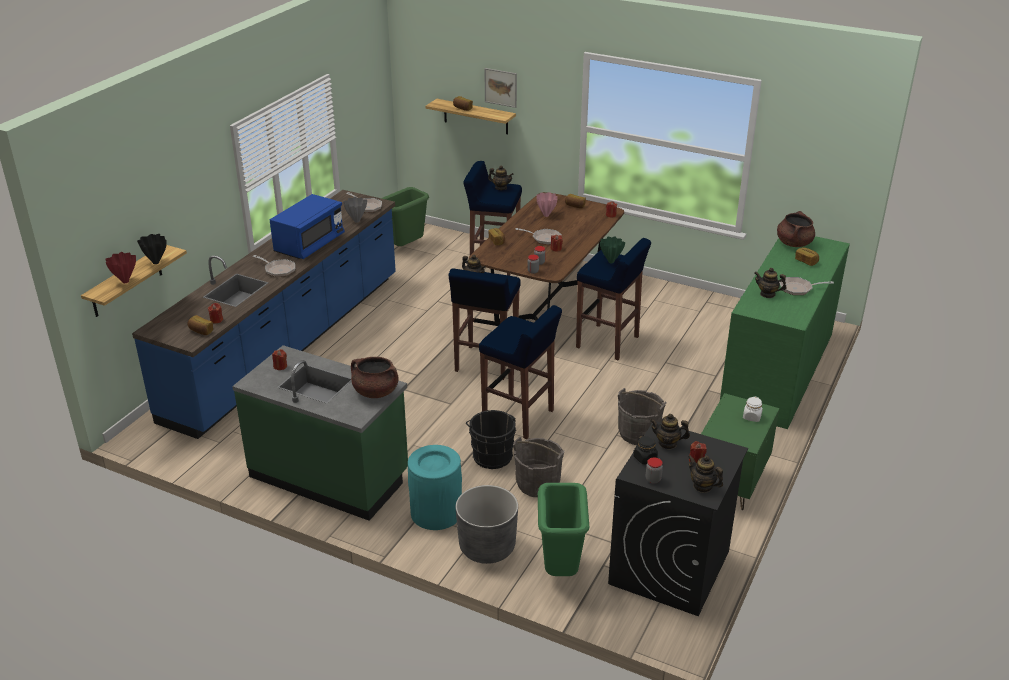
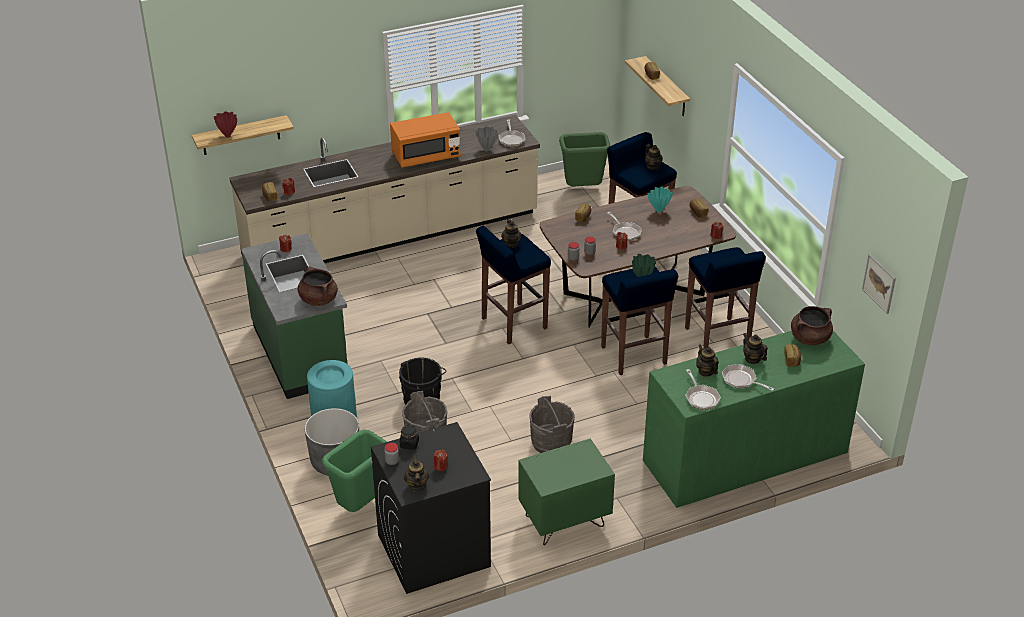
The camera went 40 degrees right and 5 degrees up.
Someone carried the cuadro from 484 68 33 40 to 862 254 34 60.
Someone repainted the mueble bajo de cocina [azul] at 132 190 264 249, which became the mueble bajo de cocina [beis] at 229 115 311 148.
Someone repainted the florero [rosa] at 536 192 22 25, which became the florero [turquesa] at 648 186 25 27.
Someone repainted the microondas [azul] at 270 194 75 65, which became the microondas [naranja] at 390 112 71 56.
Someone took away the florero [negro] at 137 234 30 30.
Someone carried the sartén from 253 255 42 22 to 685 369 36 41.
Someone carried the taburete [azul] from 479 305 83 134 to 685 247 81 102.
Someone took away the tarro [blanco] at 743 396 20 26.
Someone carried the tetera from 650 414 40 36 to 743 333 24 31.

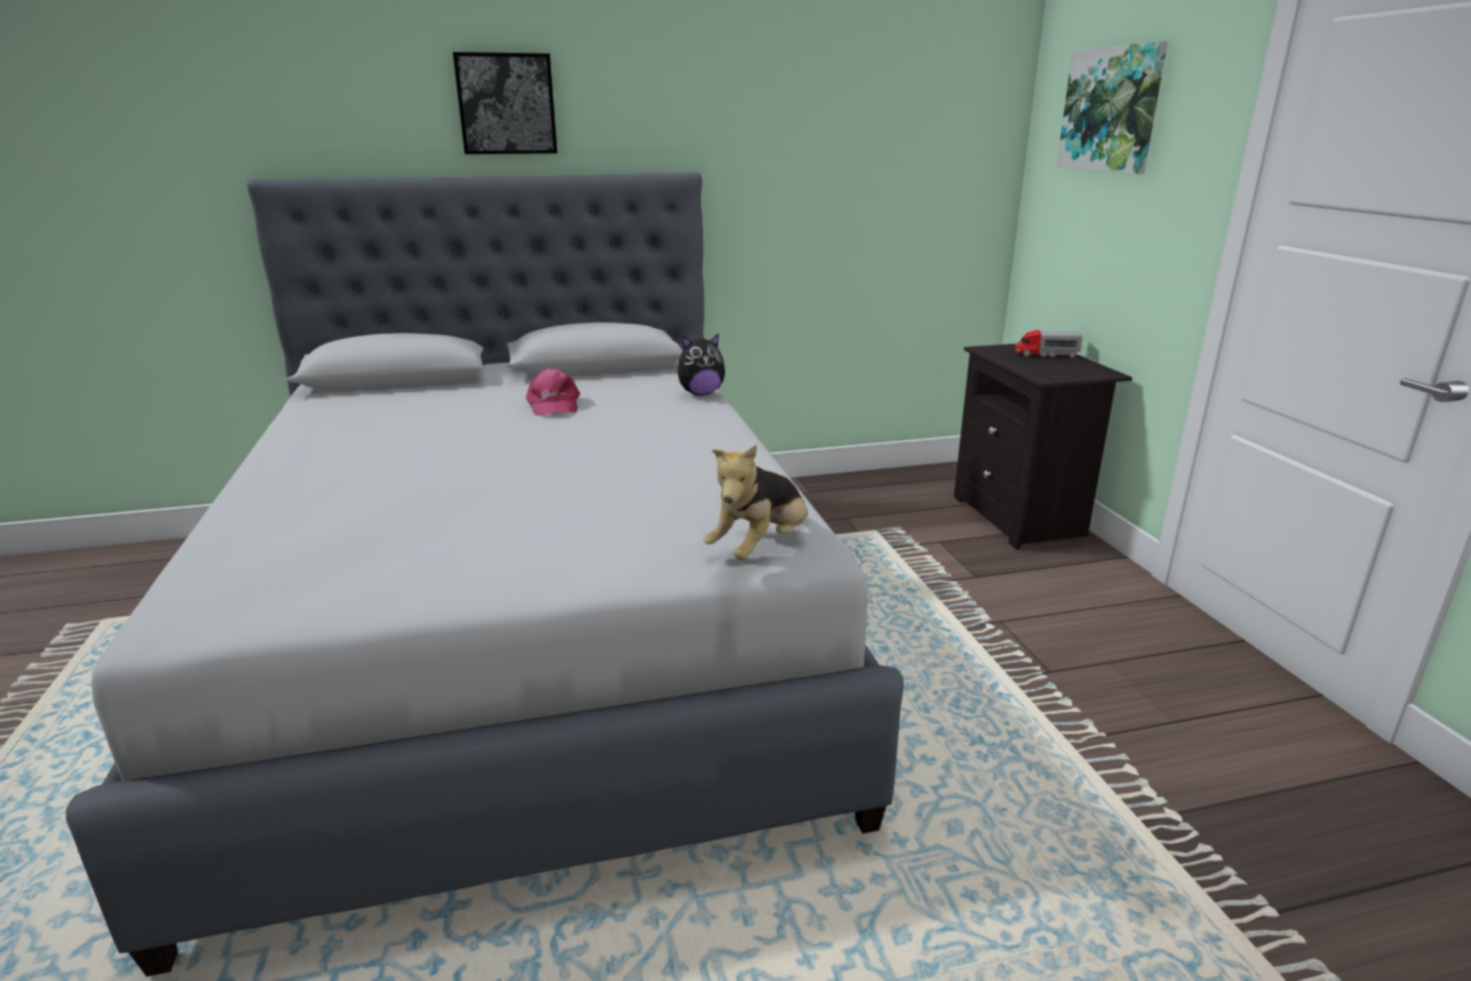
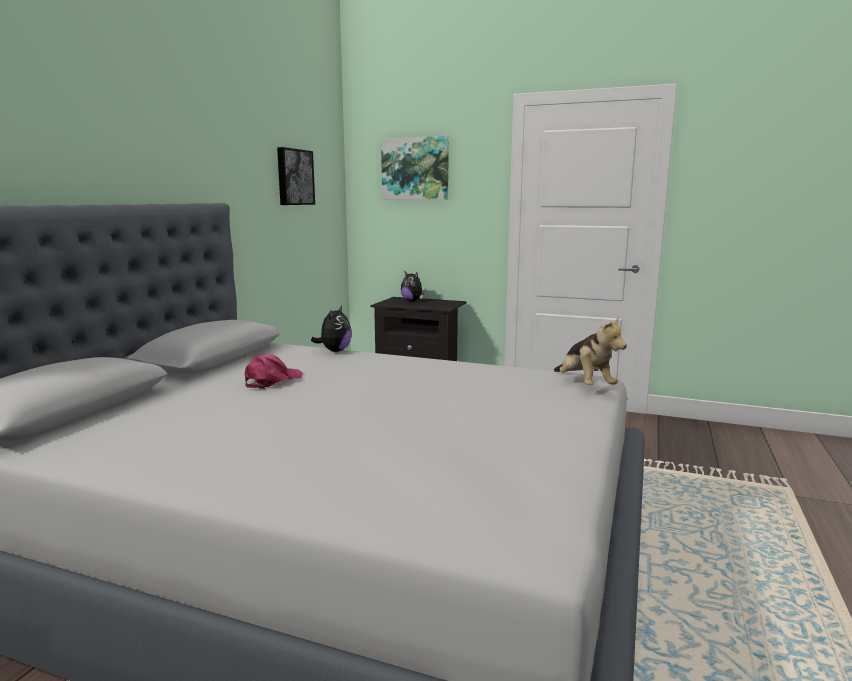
The camera went 55 degrees left and 10 degrees down.
Someone carried the cuadro from 453 52 104 102 to 277 147 38 58.
Someone swapped the camión de juguete at 1015 330 68 28 for the peluche at 401 272 25 29.
Someone rotated the gorra [rosa] at 526 368 54 47 by 75 degrees counterclockwise.

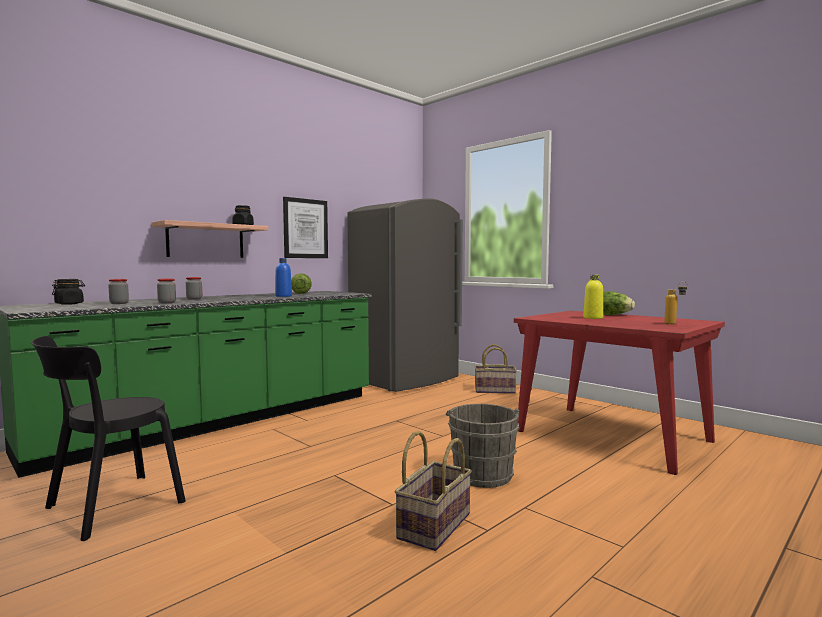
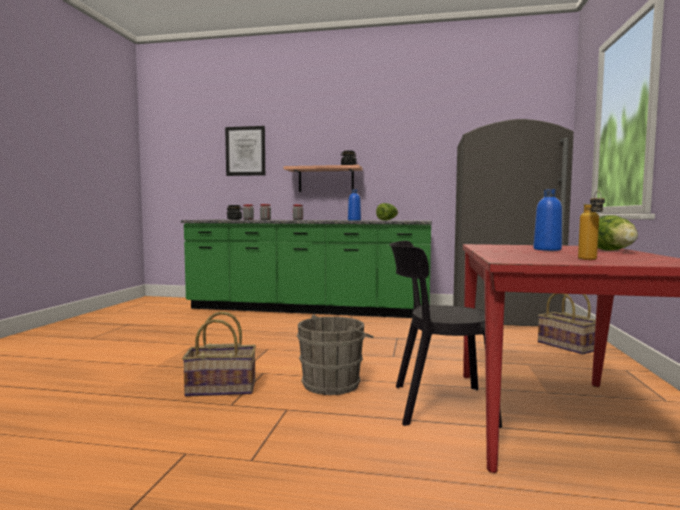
The camera went 55 degrees right and 0 degrees up.
Someone carried the cuadro from 283 197 45 61 to 225 126 40 50.
Someone repainted the botella [amarillo] at 584 275 19 44, which became the botella [azul] at 533 189 29 62.
Someone carried the silla [negro] from 31 336 155 205 to 389 241 113 187.

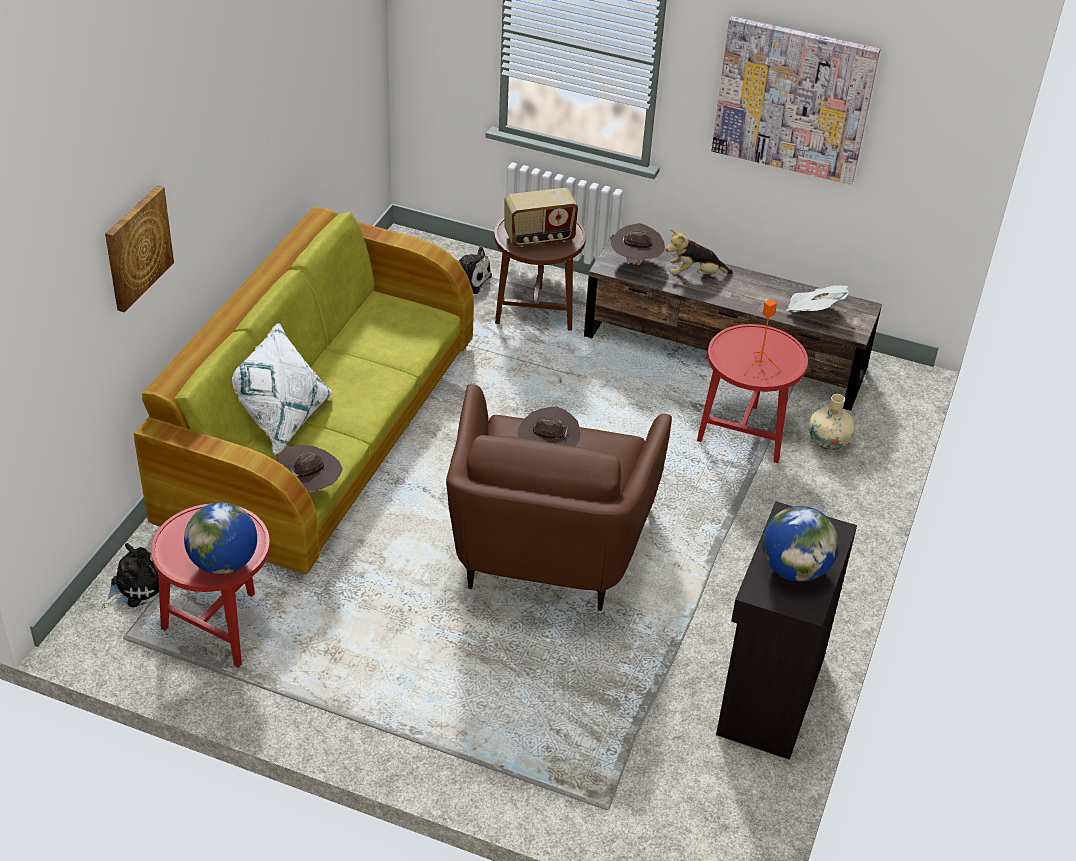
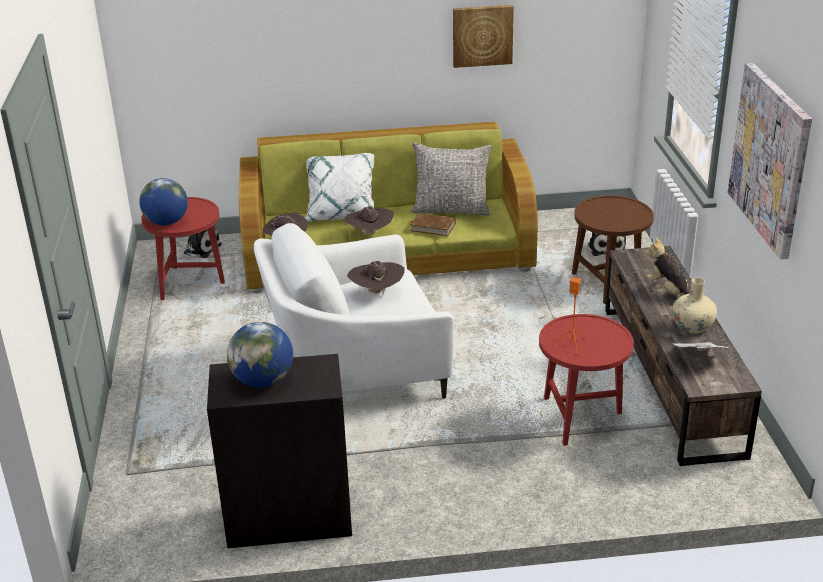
The camera went 65 degrees right and 10 degrees down.
Someone carried the cuadro from 105 185 69 127 to 453 5 61 63.
Someone took away the radio at 504 188 74 59.
Someone carried the sombrero [marrón] from 611 223 54 42 to 344 206 50 29.
Someone repainted the sillón [marrón] at 446 384 226 227, which became the sillón [blanco] at 254 223 200 176.
Someone carried the florero [beis] from 809 394 46 56 to 672 278 45 56.
Someone put down the cojín [gris] at 411 142 81 74.
Someone put down the libro [marrón] at 410 213 46 23.

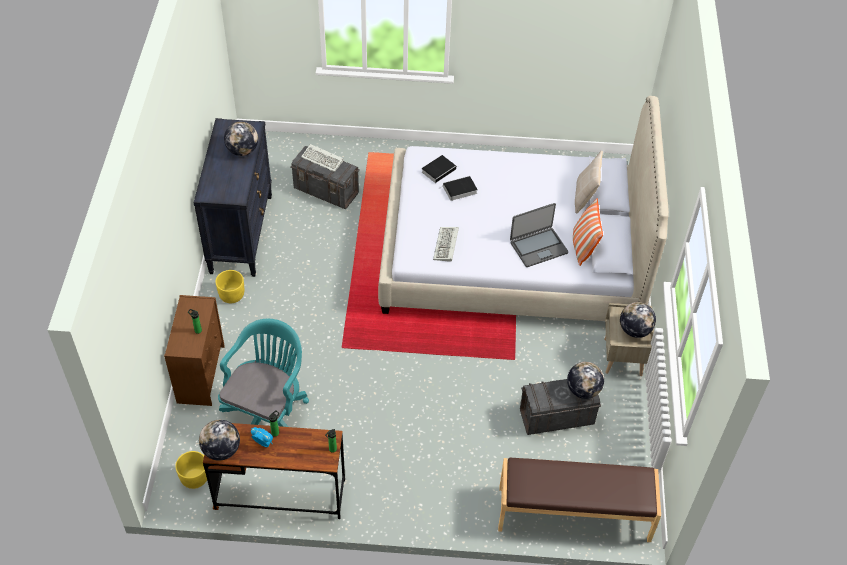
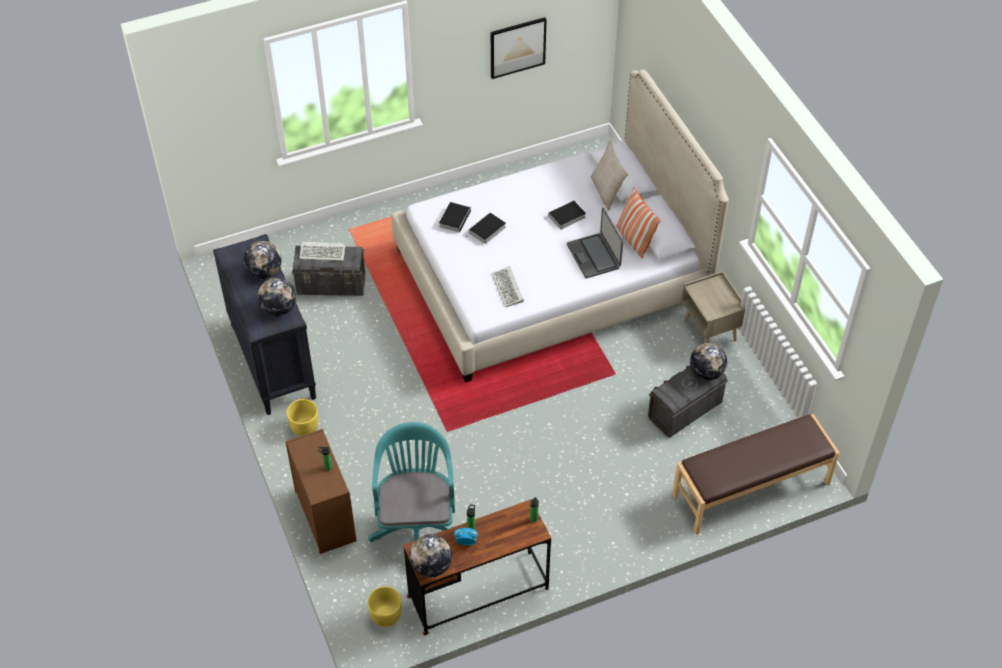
The camera went 25 degrees left and 0 degrees up.
Someone rotated the portátil at 510 203 58 64 by 120 degrees clockwise.
Someone carried the globo terráqueo from 620 302 36 36 to 258 278 38 38.
Someone put up the cuadro at 491 17 56 62.
Someone put down the libro at 546 200 40 30.

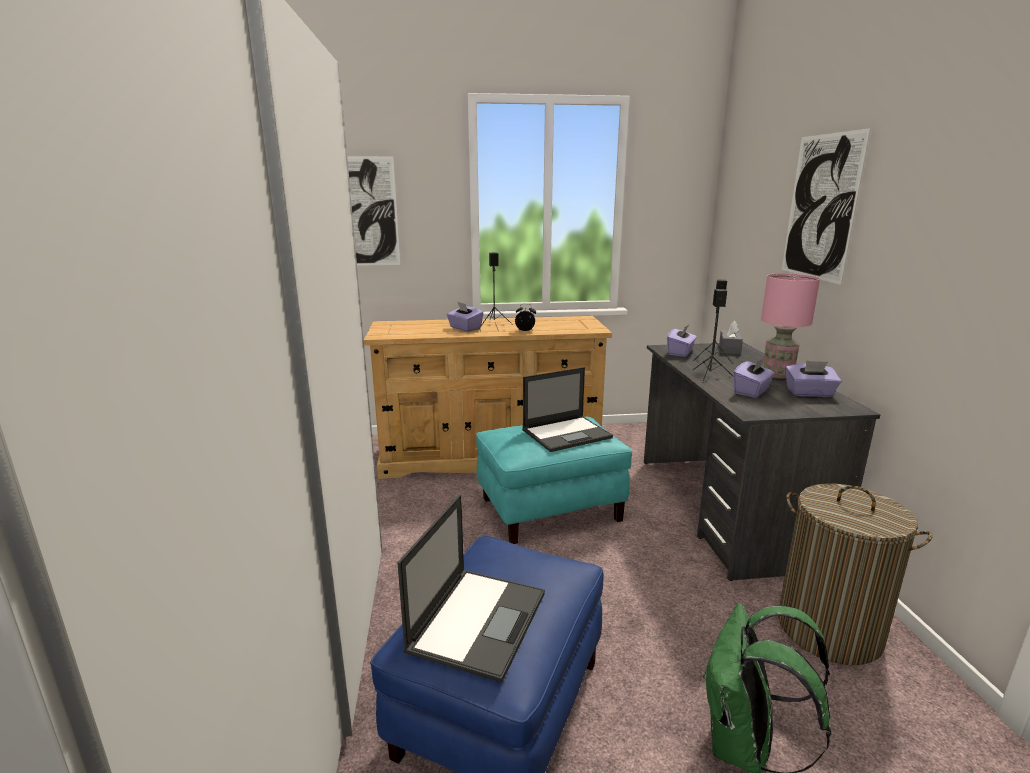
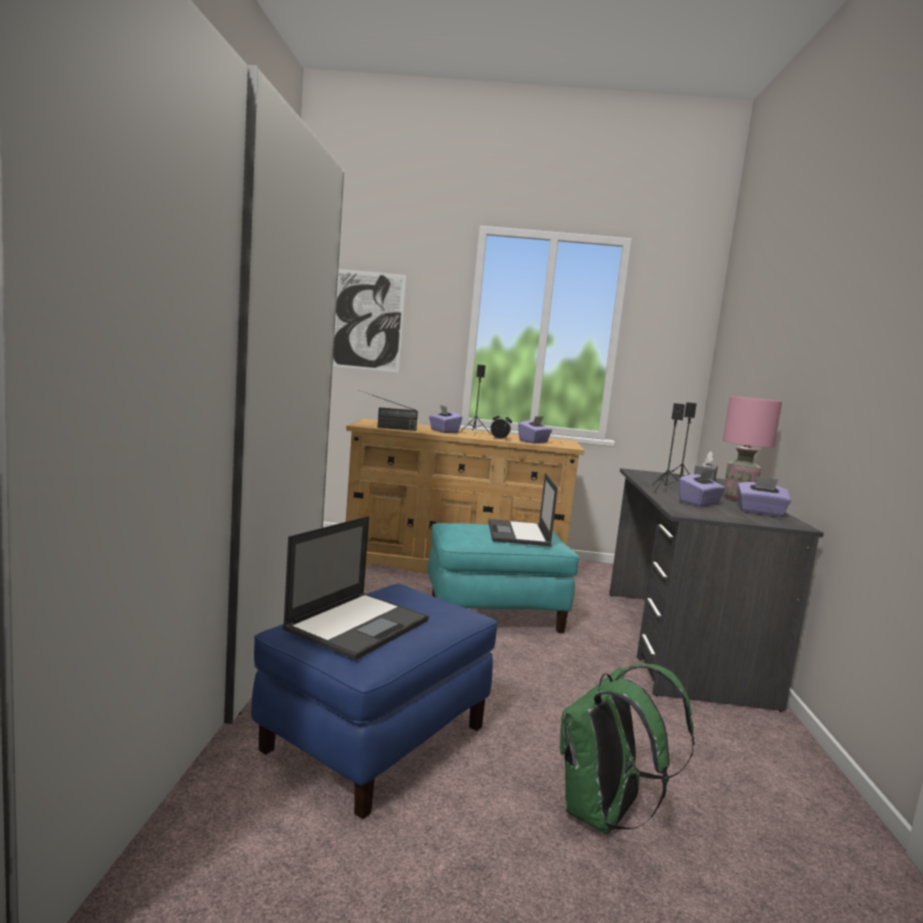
The camera went 10 degrees right and 10 degrees down.
Someone took away the cuadro at 782 128 89 157.
Someone carried the caja de pañuelos [morado] from 667 325 30 32 to 518 416 34 28.
Someone rotated the portátil at 522 367 91 85 by 105 degrees clockwise.
Someone took away the cesto de la ropa at 778 484 155 181.
Someone put down the radio at 359 390 59 41.

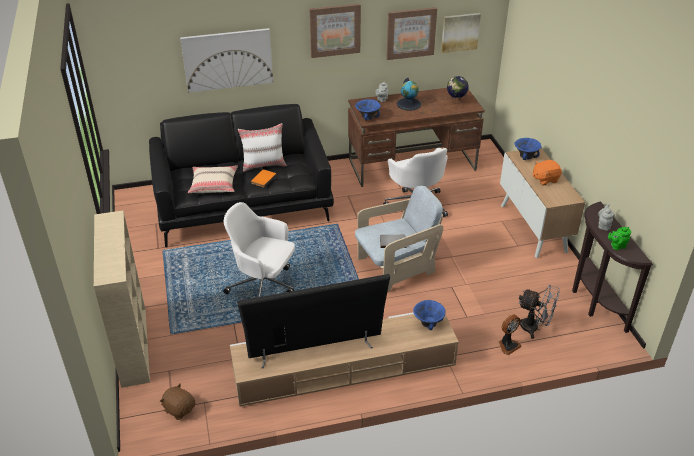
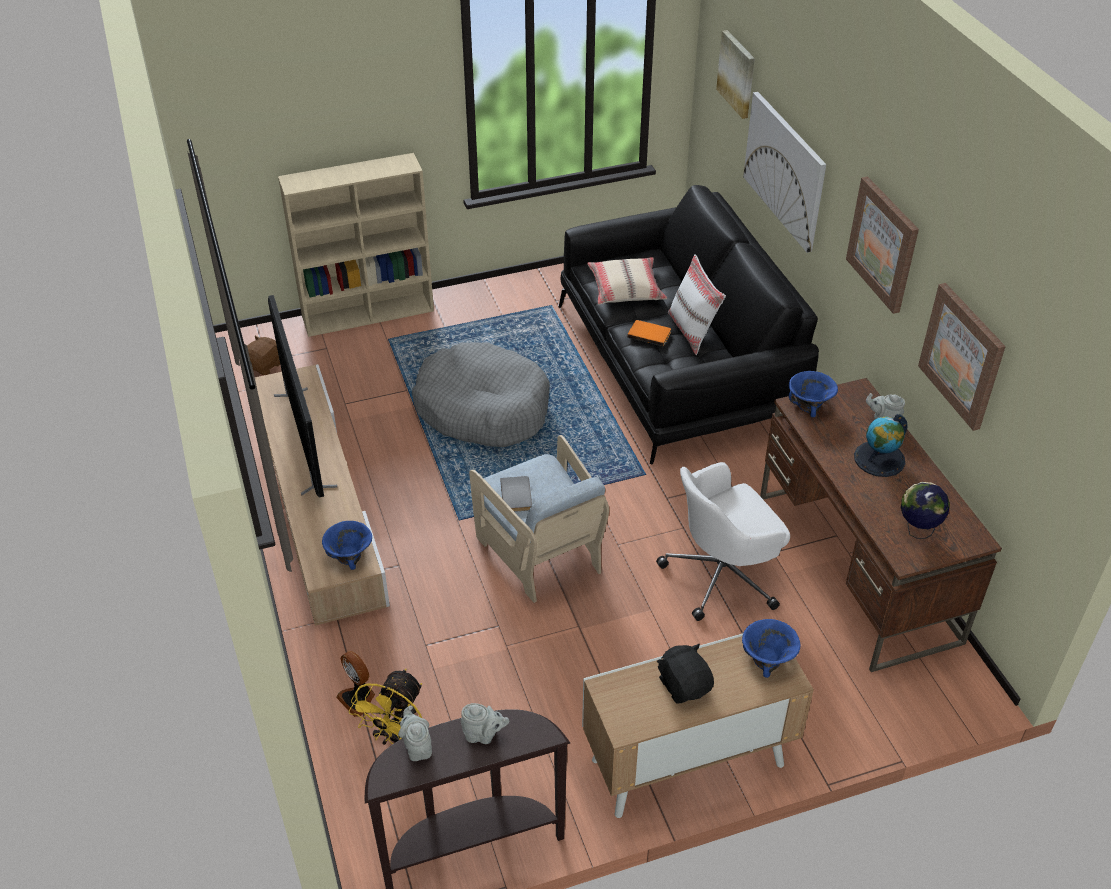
The camera went 85 degrees right and 5 degrees up.
Someone carried the cuadro from 441 13 40 40 to 716 30 39 89.
Someone repainted the peluche [naranja] at 533 160 29 26, which became the peluche [negro] at 657 644 57 60.
Someone swapped the silla de oficina [blanco] at 223 202 72 95 for the cama para perro [gris] at 412 342 138 105.
Someone repainted the tetera [verde] at 608 227 23 23, which became the tetera [gris] at 398 706 34 55.
Someone repainted the ventilador [gris] at 519 285 41 54, which became the ventilador [amarillo] at 348 669 74 76.

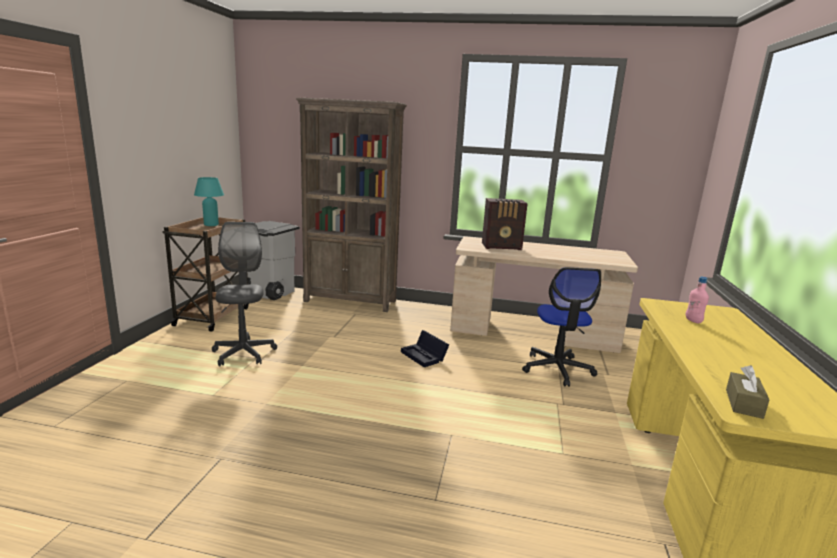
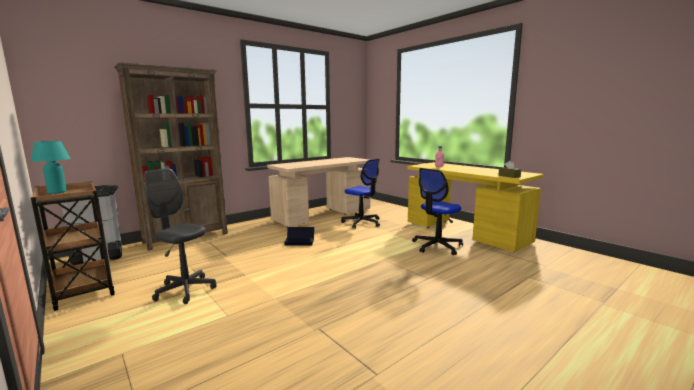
The camera went 50 degrees left and 5 degrees down.
Someone took away the radio at 482 198 46 52.
Someone put down the silla de oficina at 412 168 51 87.

